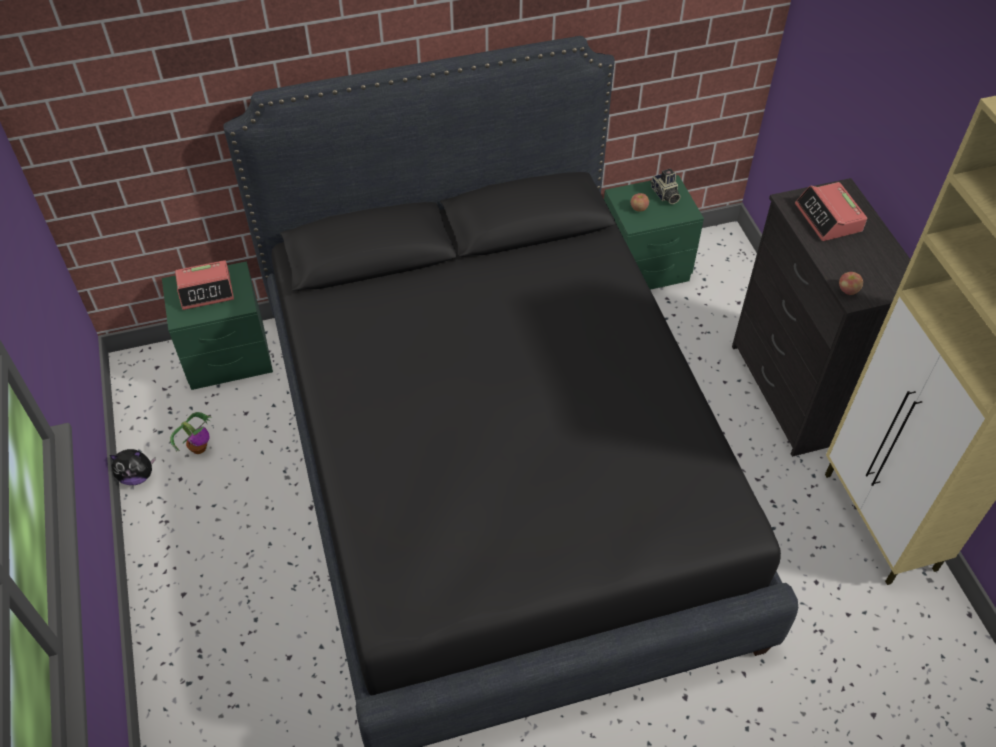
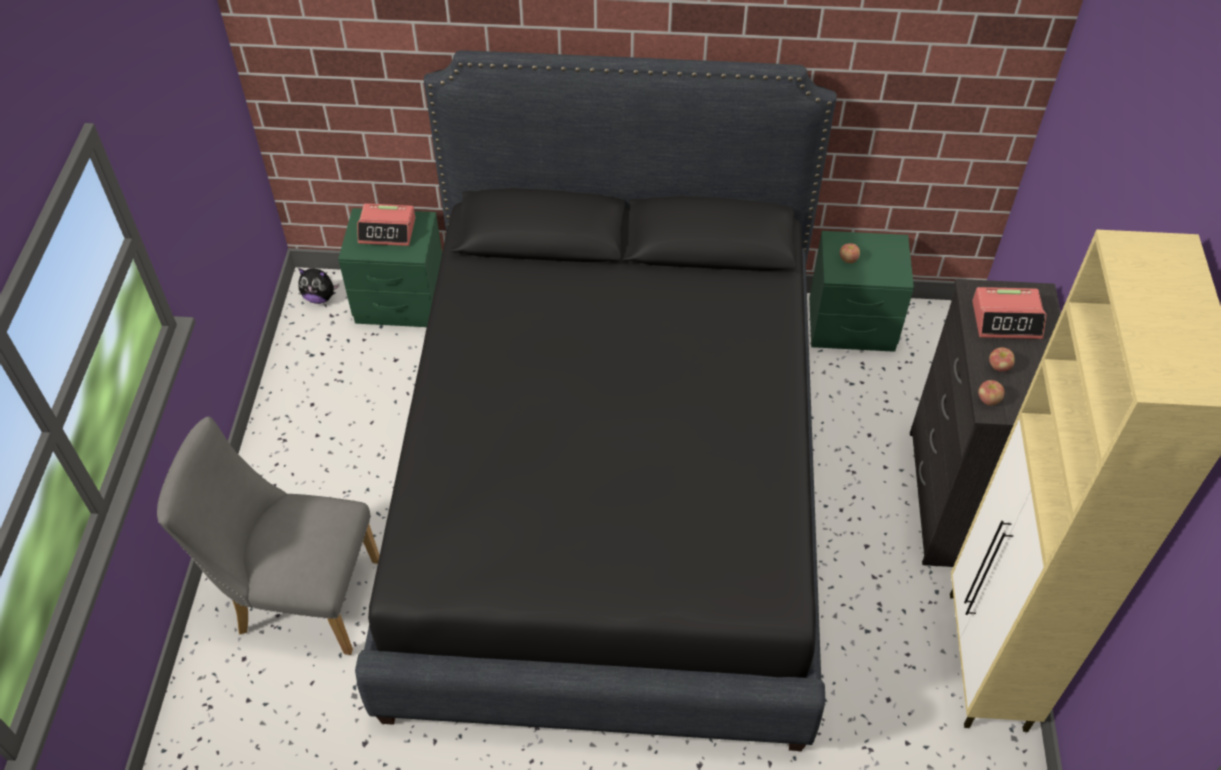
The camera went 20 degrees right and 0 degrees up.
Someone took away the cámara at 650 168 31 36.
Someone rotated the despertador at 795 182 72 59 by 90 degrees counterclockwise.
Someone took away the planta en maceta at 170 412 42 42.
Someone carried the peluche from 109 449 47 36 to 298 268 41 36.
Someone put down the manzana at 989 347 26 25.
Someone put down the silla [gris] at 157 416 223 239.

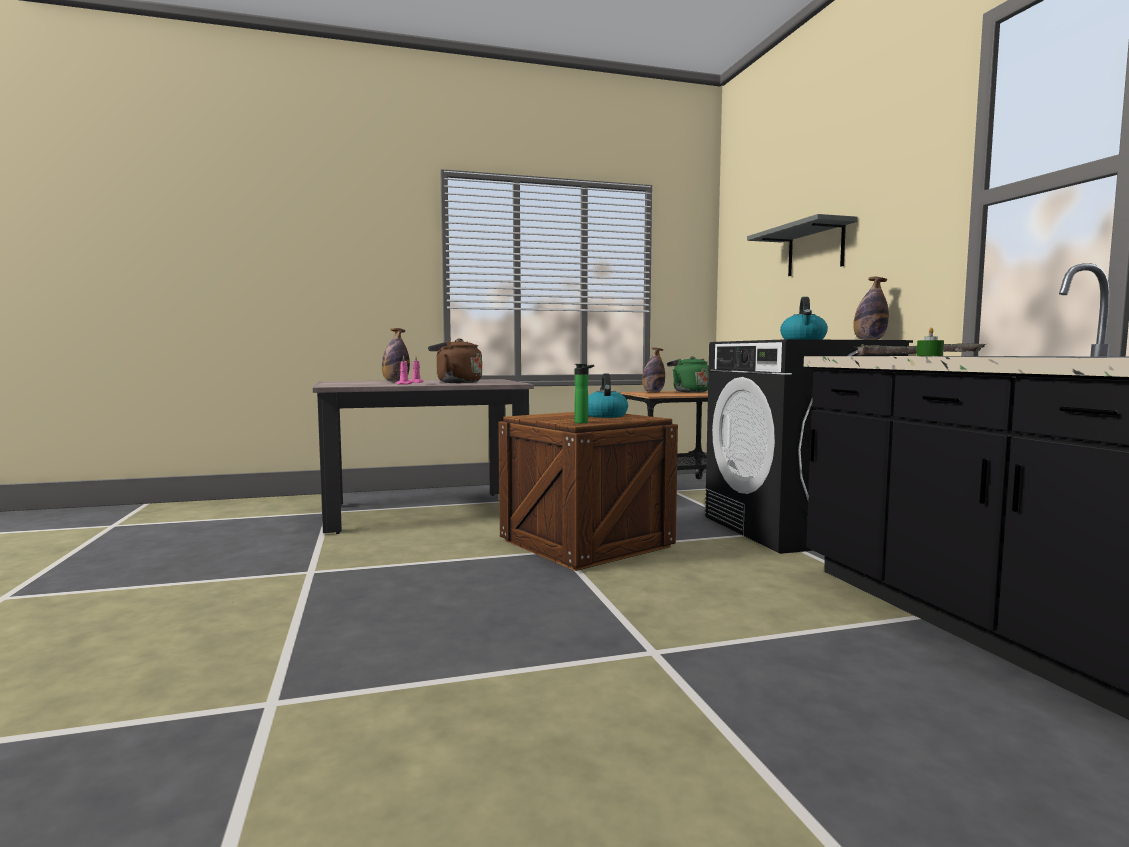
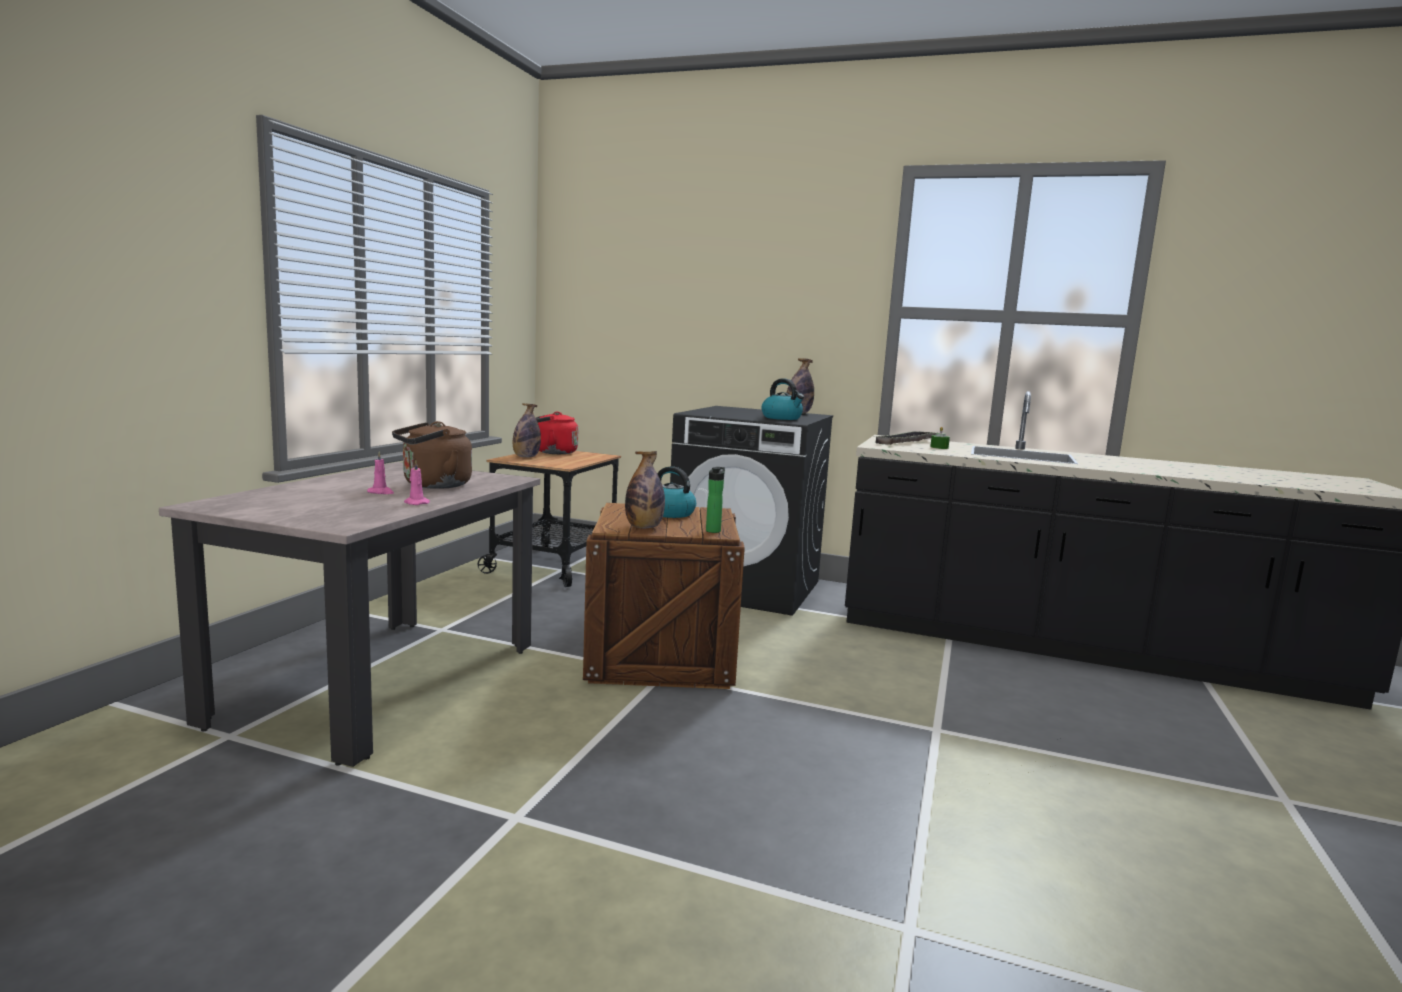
The camera went 55 degrees left and 5 degrees up.
Someone took away the estante [gris] at 747 214 111 62.
Someone carried the botella from 382 328 28 54 to 625 451 40 77.
Someone repainted the hervidor [verde] at 667 356 44 37, which became the hervidor [rojo] at 536 412 42 42.

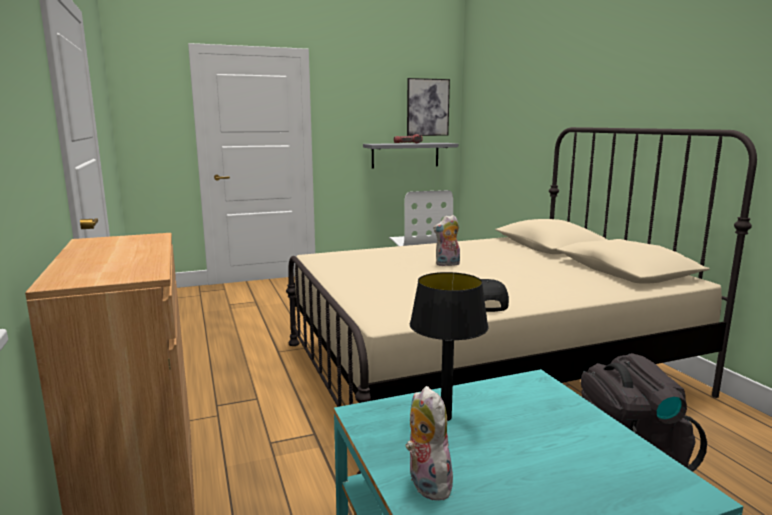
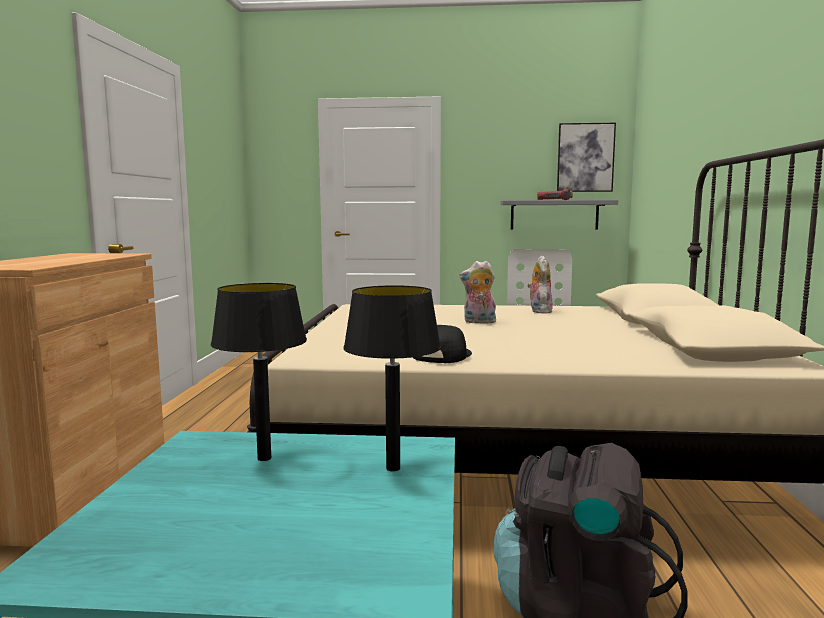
The camera went 25 degrees right and 5 degrees down.
Someone carried the peluche from 405 386 48 114 to 527 256 26 58.
Someone put down the lámpara de mesa [negro] at 344 285 97 186.

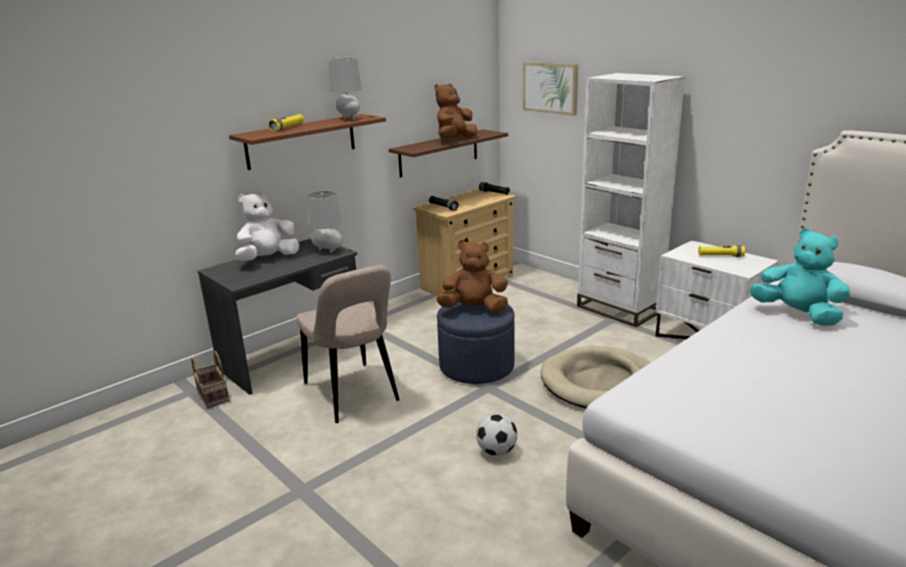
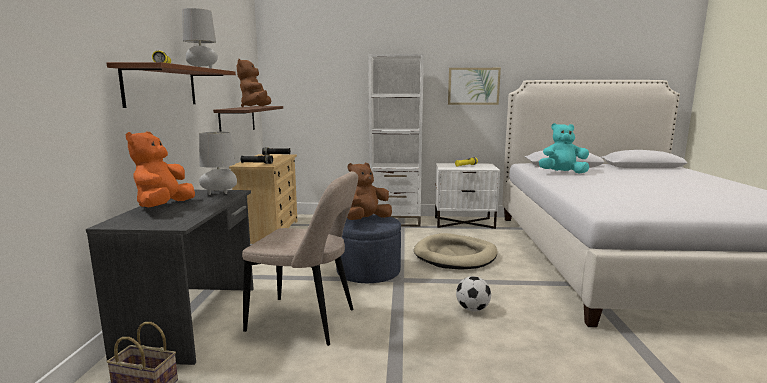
The camera went 45 degrees left and 10 degrees down.
Someone carried the cuadro from 523 62 55 53 to 448 68 53 37.
Someone repainted the peluche [blanco] at 235 192 64 69, which became the peluche [naranja] at 126 132 69 75.

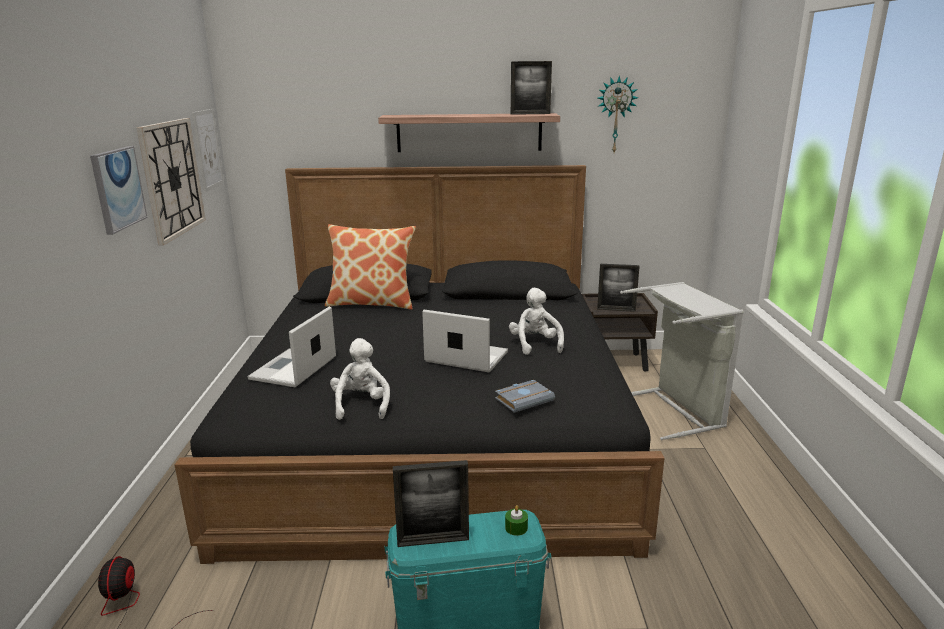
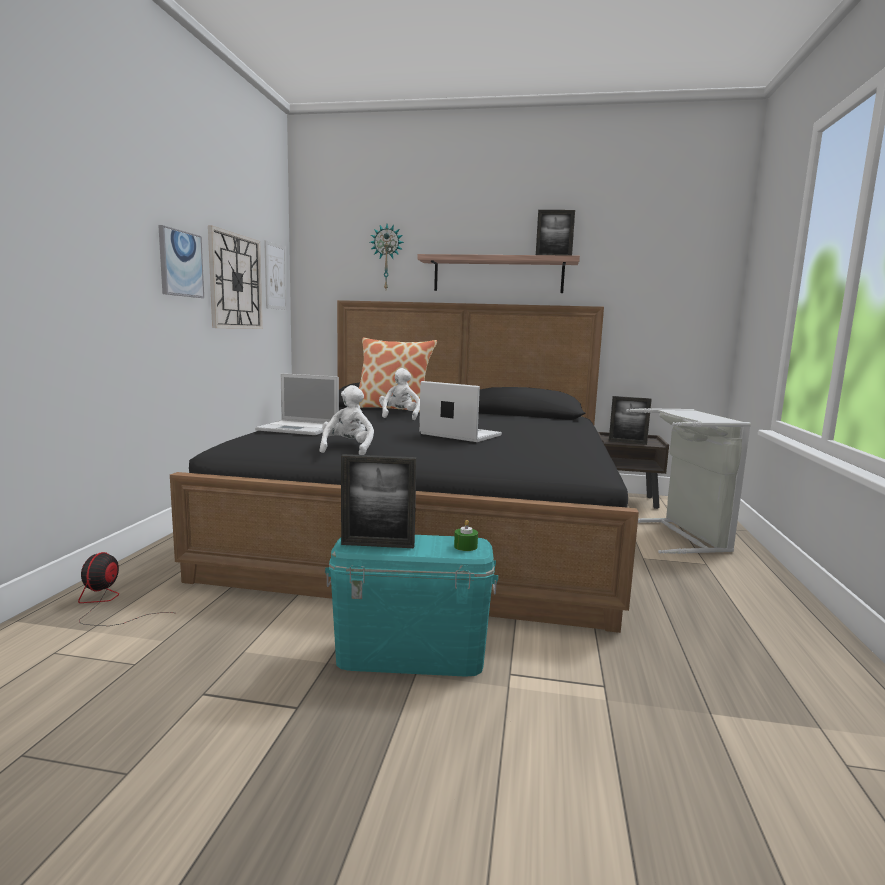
The camera went 10 degrees right and 10 degrees down.
Someone carried the reloj de pared from 597 75 41 77 to 370 224 34 65.
Someone carried the peluche [blanco] from 509 288 55 67 to 379 368 41 52.
Someone rotated the portátil at 247 307 89 80 by 105 degrees counterclockwise.
Someone took away the libro [gris] at 495 380 60 33.

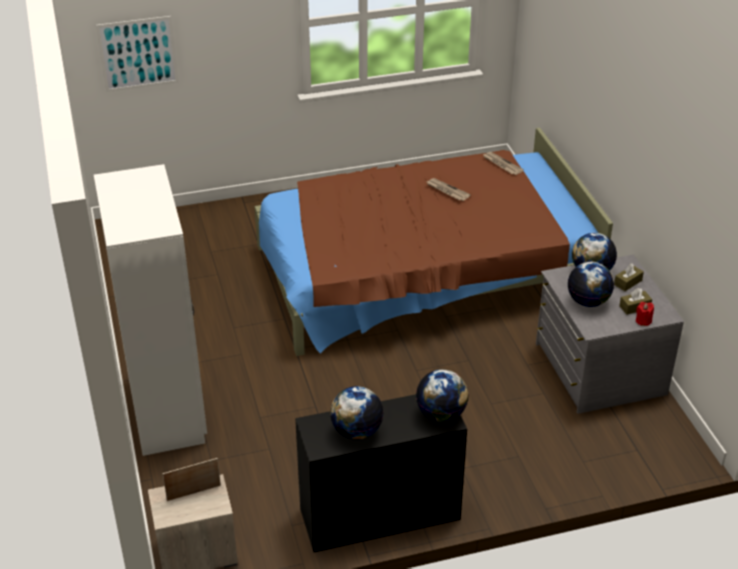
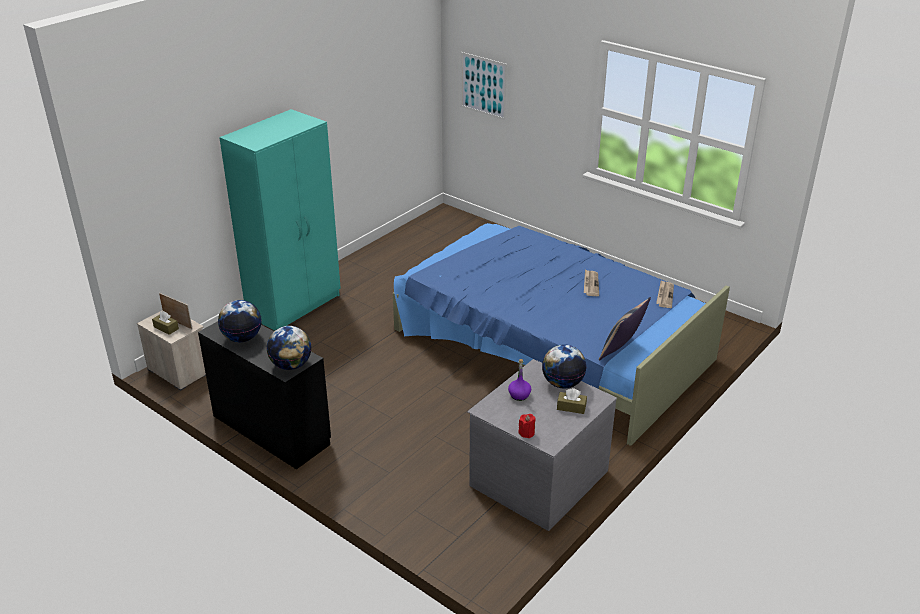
The camera went 55 degrees right and 5 degrees down.
Someone repainted the cama [marrón] at 255 127 358 229, which became the cama [azul] at 393 223 337 223.
Someone repainted the armario ropero [blanco] at 94 164 113 292, which became the armario ropero [turquesa] at 219 109 122 222.
Someone swapped the globo terráqueo at 568 262 46 45 for the botella [morado] at 508 359 23 42.
Someone carried the caja de pañuelos [marrón] from 619 288 33 27 to 152 311 27 24.
Someone put down the cojín at 599 297 52 64.

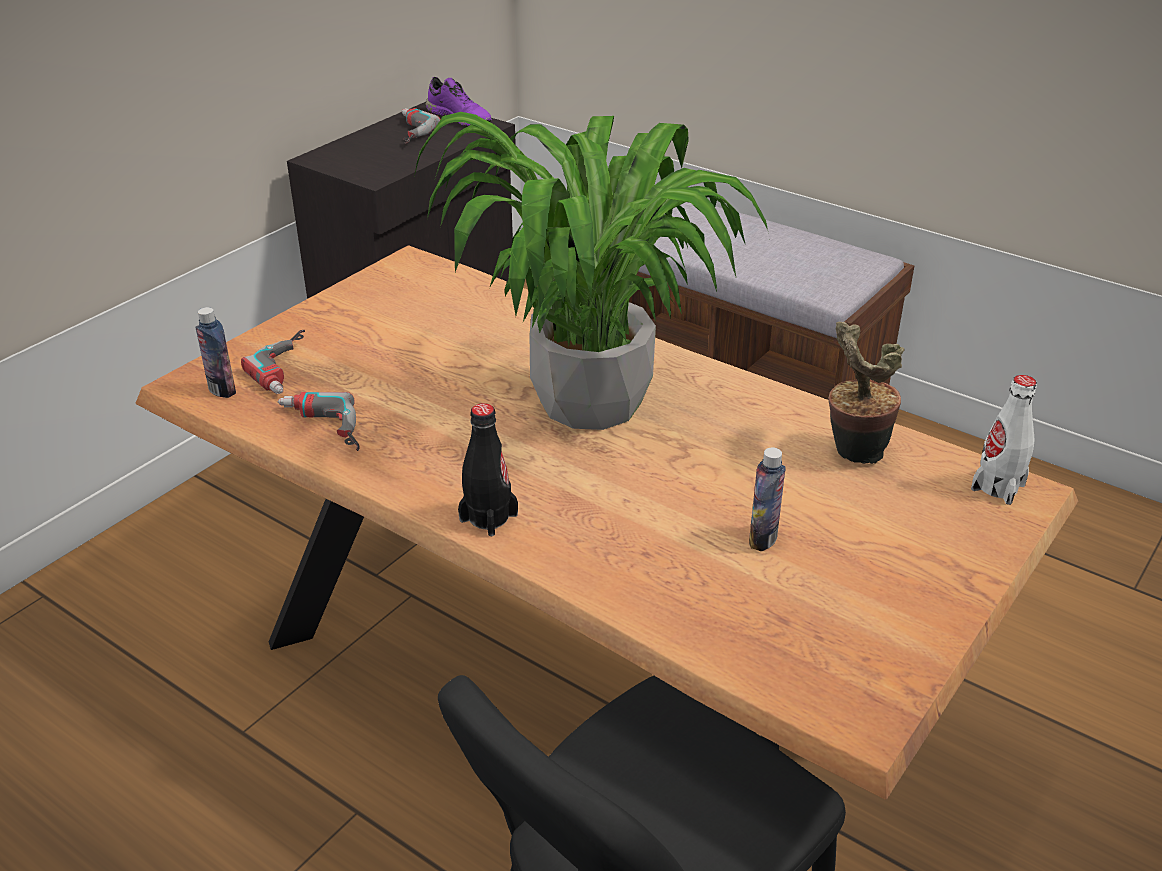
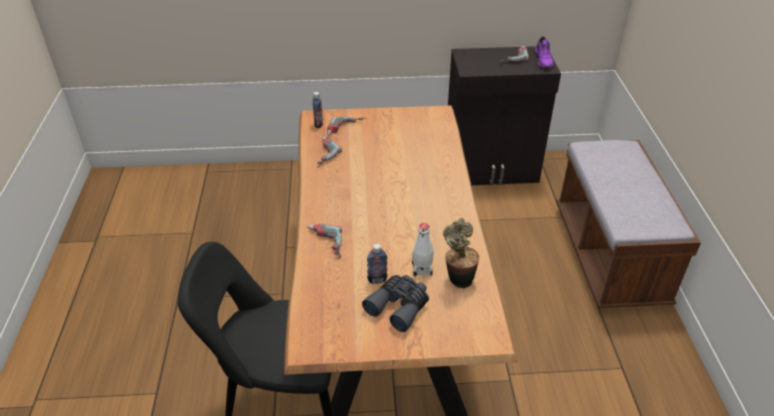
The camera went 50 degrees right and 5 degrees up.
Someone took away the planta en maceta at 414 112 357 318.
Someone carried the botella [blanco] from 971 375 66 130 to 412 223 22 53.
Someone took away the botella [negro] at 458 403 60 133.
Someone put down the taladro at 307 224 35 35.
Someone put down the prismáticos [gris] at 362 275 67 57.

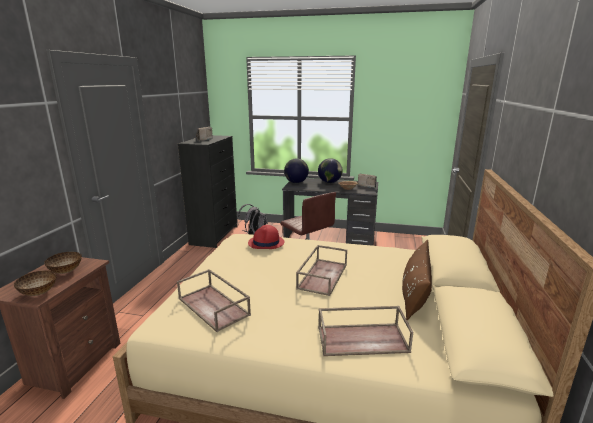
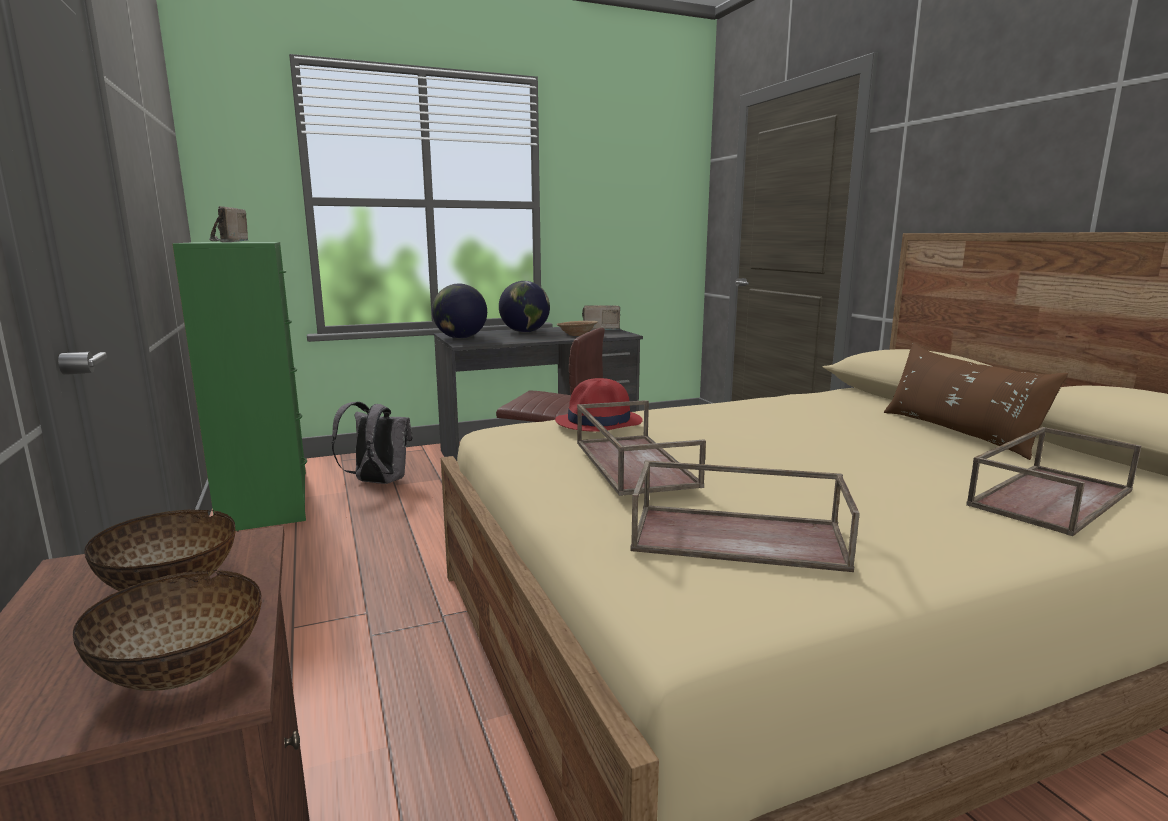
The camera went 35 degrees left and 5 degrees down.
Someone repainted the cómoda [negro] at 178 135 59 113, which became the cómoda [verde] at 172 242 135 289.
Someone carried the bandeja [marrón] from 296 245 51 51 to 577 400 129 96.

